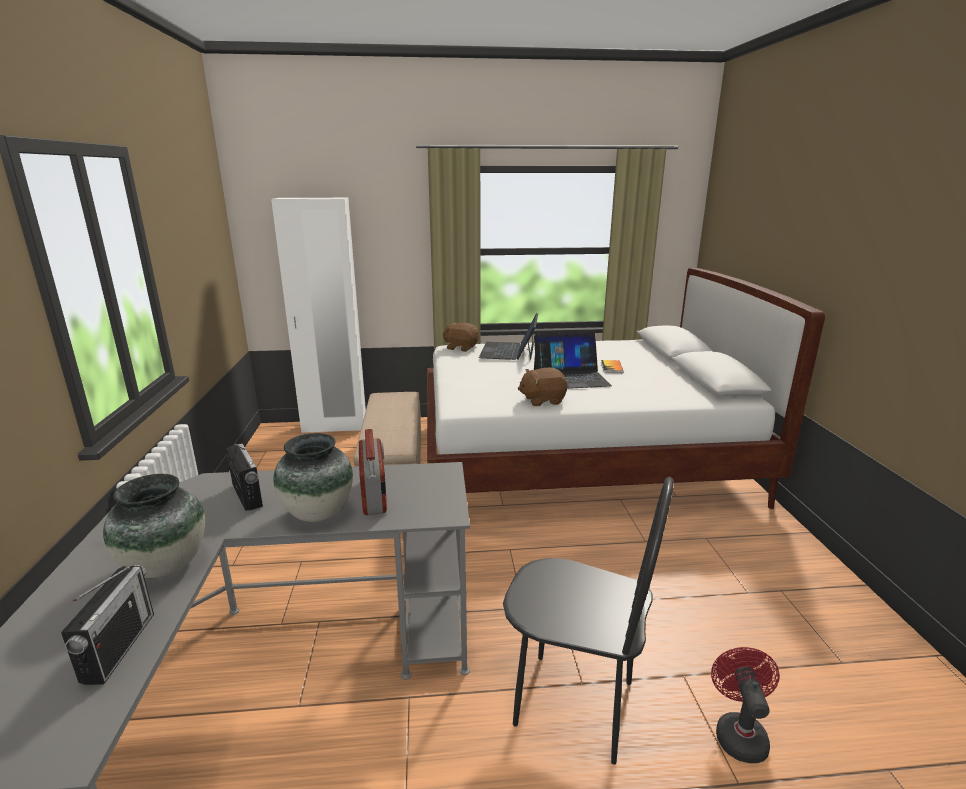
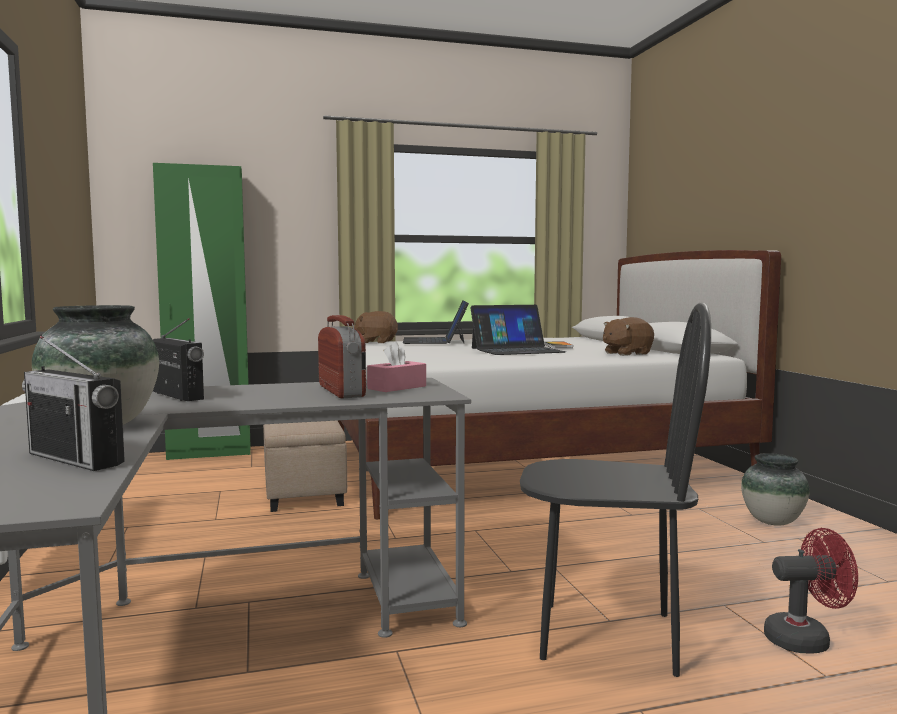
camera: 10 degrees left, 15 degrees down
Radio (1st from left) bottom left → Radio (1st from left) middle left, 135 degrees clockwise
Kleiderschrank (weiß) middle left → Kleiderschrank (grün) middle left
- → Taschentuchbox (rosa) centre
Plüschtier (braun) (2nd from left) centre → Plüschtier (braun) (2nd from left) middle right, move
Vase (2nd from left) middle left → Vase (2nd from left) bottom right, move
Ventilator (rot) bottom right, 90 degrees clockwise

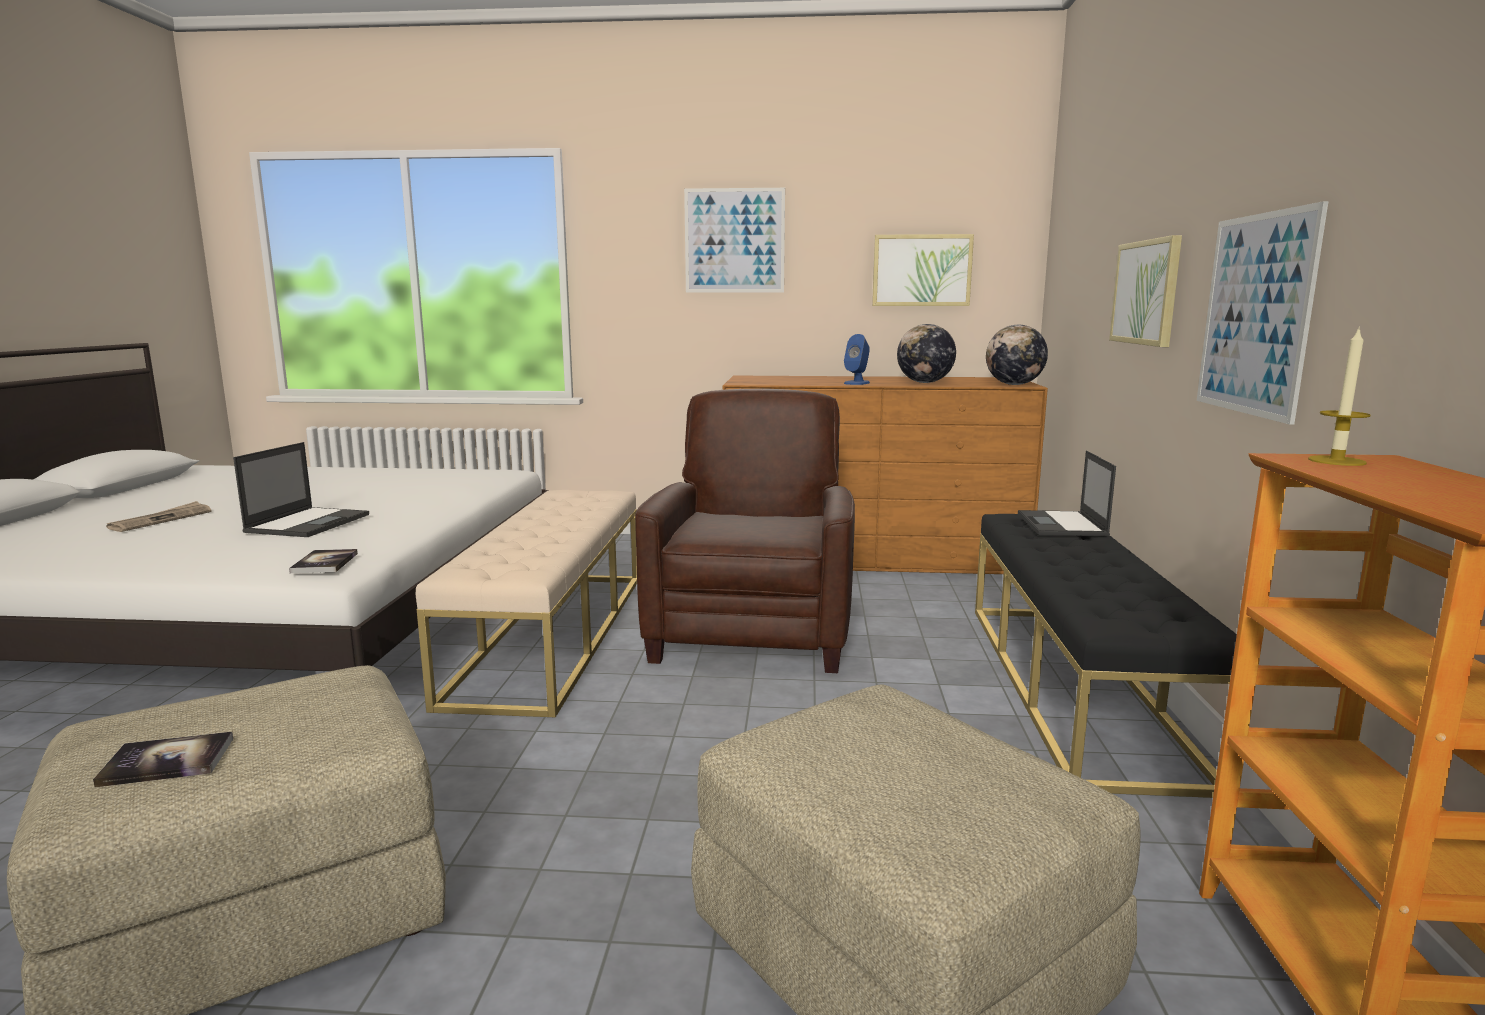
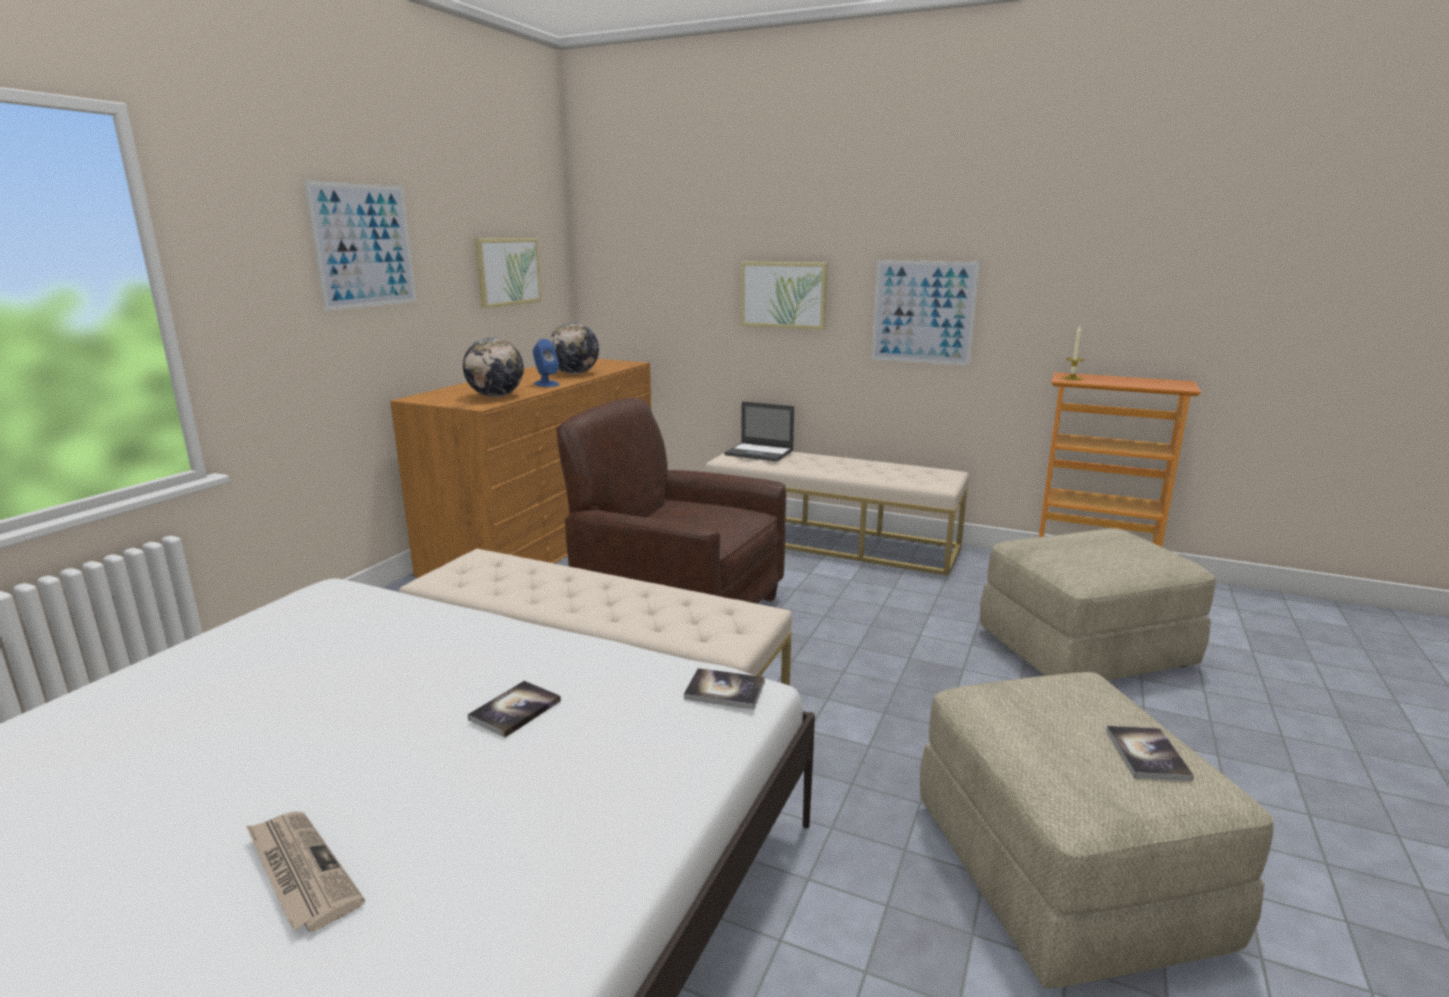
camera: 70 degrees left, 5 degrees up
Globus (2nd from left in the first image) middle right → Globus (1st from left) centre, move
Laptop (1st from left) middle left → Buch (1st from left) bottom centre
Bank (schwarz) middle right → Bank (beige) (2nd from left) centre

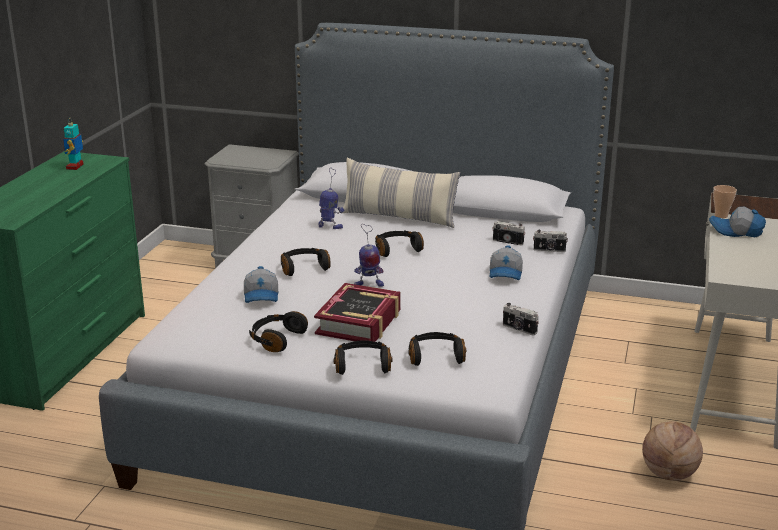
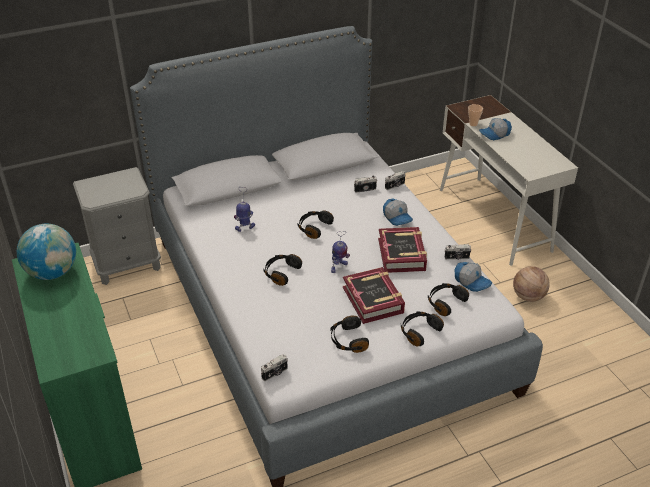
camera: 40 degrees left, 15 degrees up
Spielzeugroboter (1st from left) top left → Globus middle left
- → Kamera (1st from left) bottom centre
- → Buch (2nd from left) centre
Kappe (1st from left in the first image) centre → Kappe (2nd from left) middle right, move
Kissen centre → -

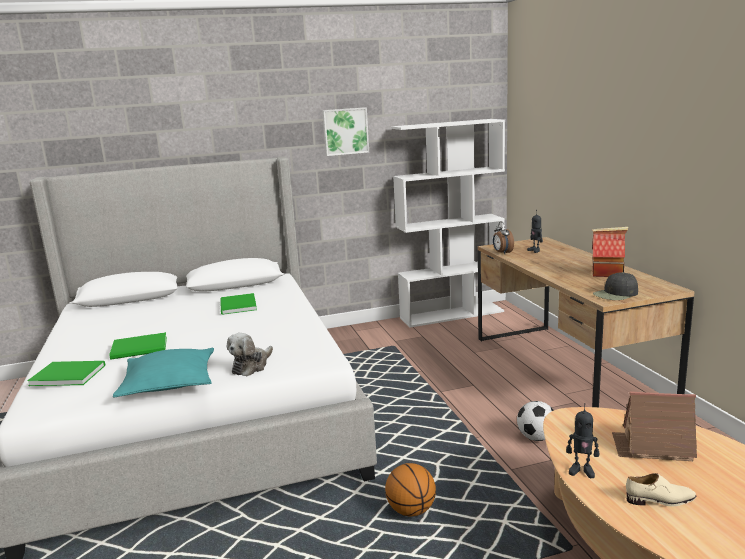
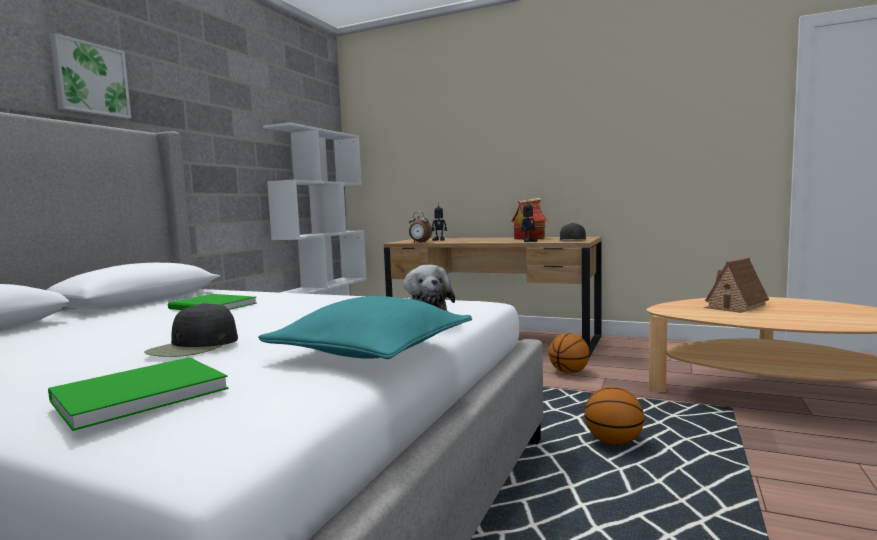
camera: 50 degrees left, 10 degrees down
Bild top centre → Bild top left, move
Buch (grün) (2nd from left) middle left → Kappe (schwarz) (1st from left) middle left
Spielzeugroboter (2nd from left) bottom right → Spielzeugroboter (2nd from left) centre, move
Fußball bottom right → Basketball (1st from left) centre
Schuh (beige) bottom right → -

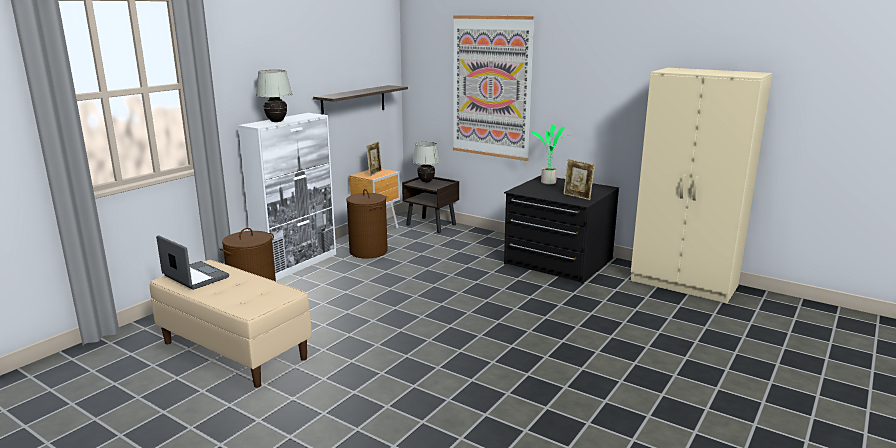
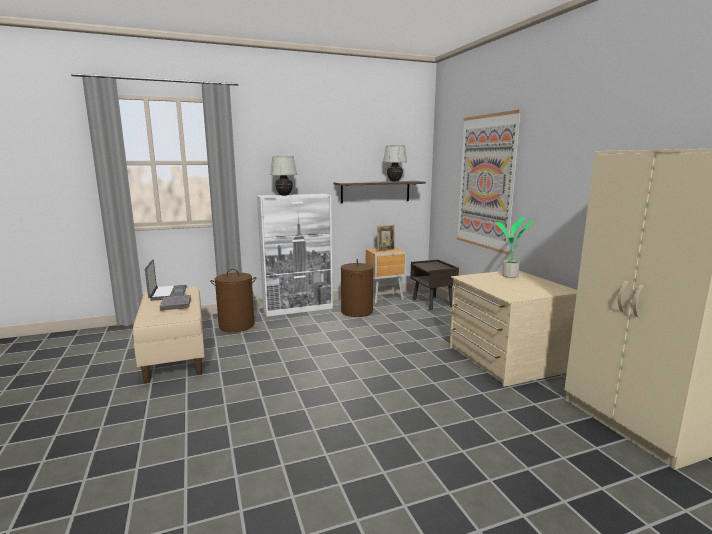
camera: 35 degrees right, 5 degrees down
- → Buch (grau) middle left
Tischlampe (weiß) (2nd from left) centre → Tischlampe (weiß) (2nd from left) top centre, move
Kommode (schwarz) centre → Kommode (beige) middle right
Bilderrahmen (2nd from left) centre → -

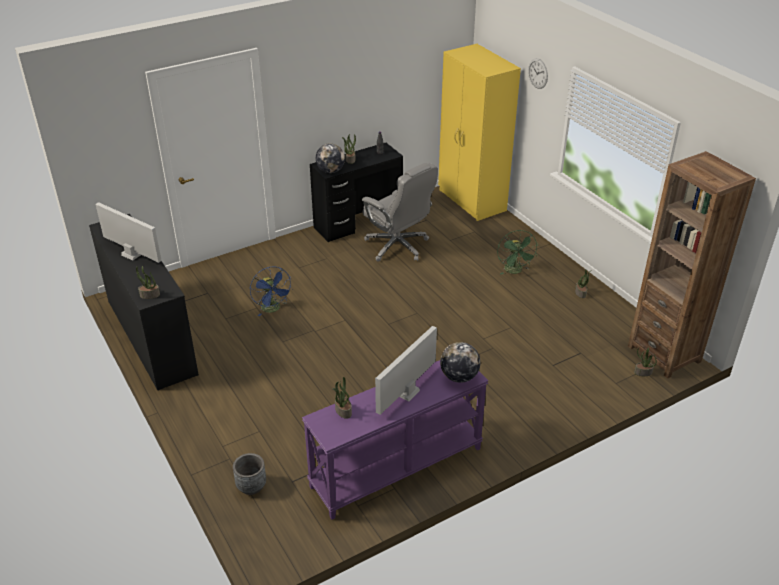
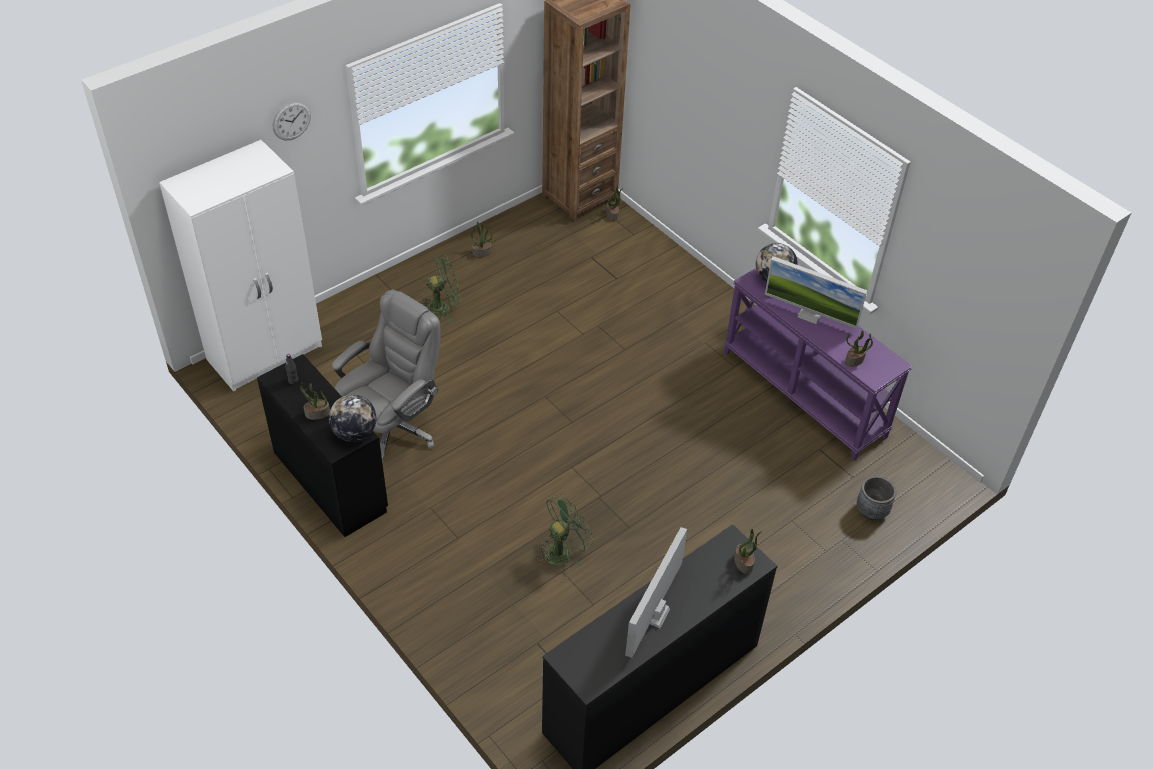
camera: 100 degrees left, 10 degrees up
Kleiderschrank (gelb) top centre → Kleiderschrank (weiß) middle left
Ventilator (blau) centre → Ventilator (grün) (2nd from left) bottom centre

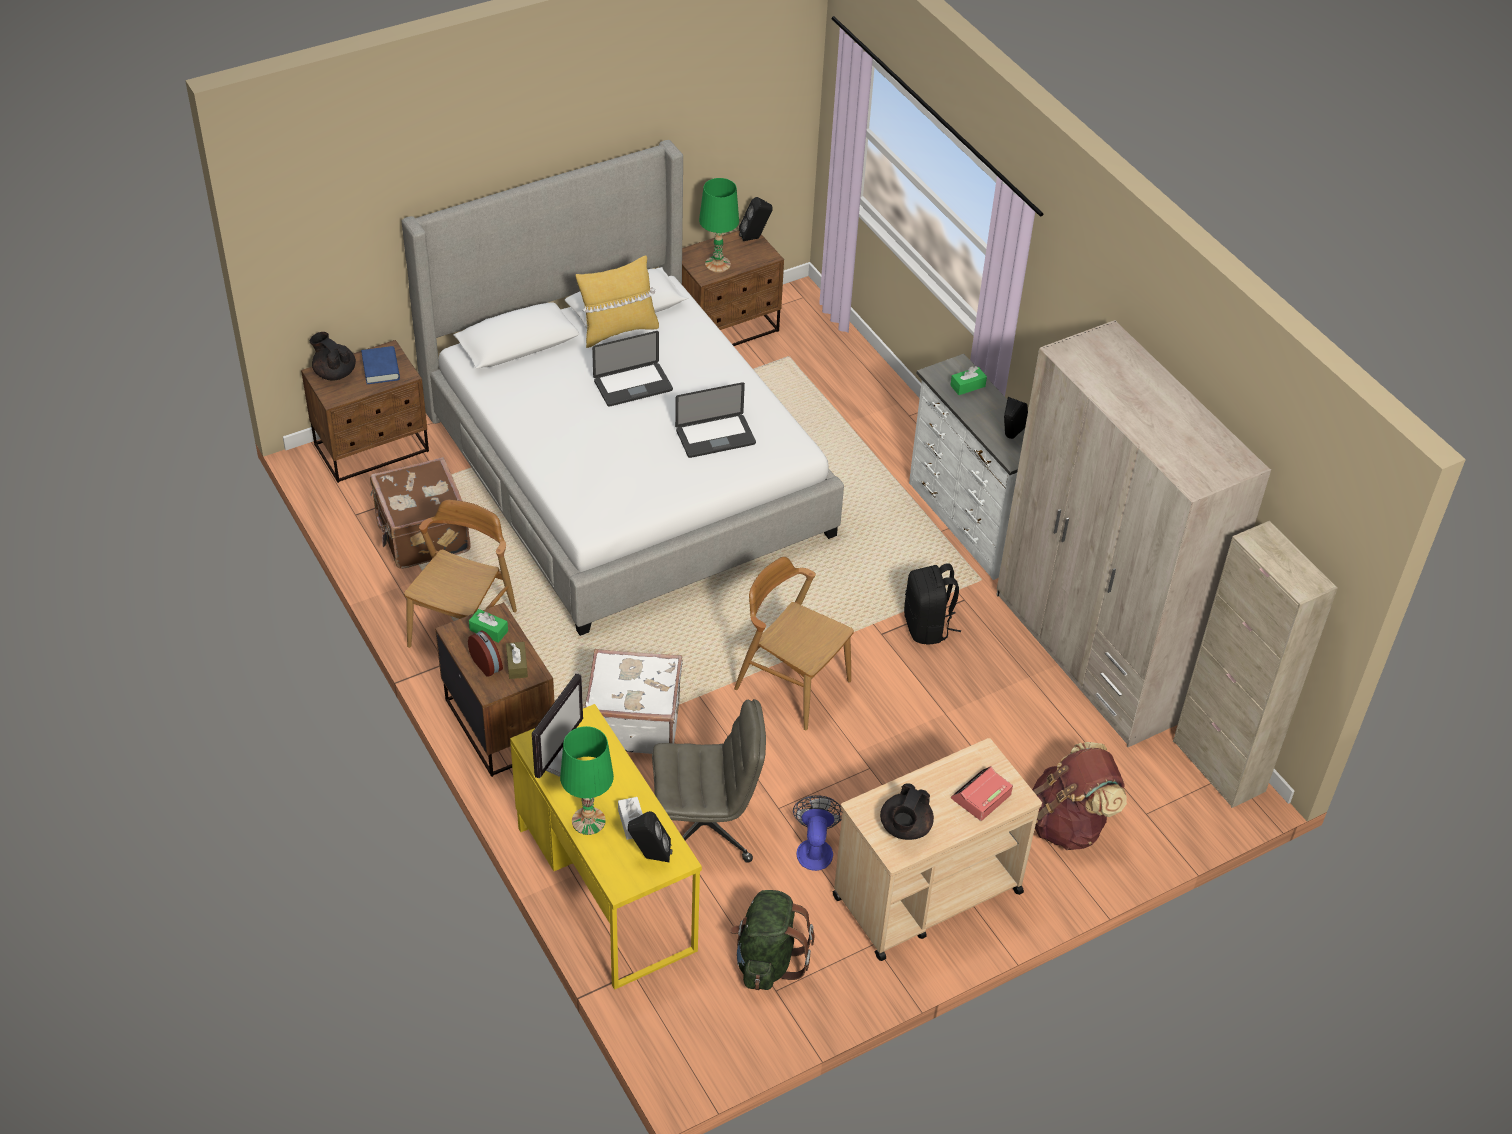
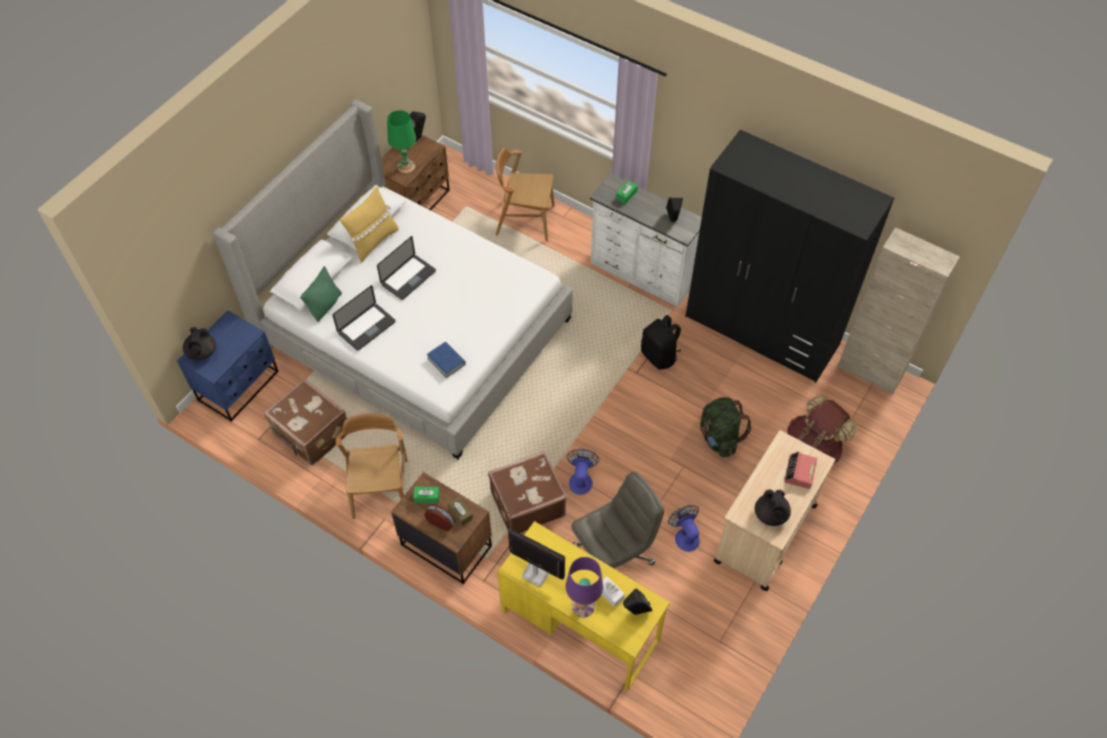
camera: 25 degrees left, 10 degrees up
Nachttisch (braun) (1st from left) middle left → Nachttisch (blau) middle left
Teekanne (schwarz) (1st from left) top left → Teekanne (schwarz) (1st from left) middle left, 105 degrees counterclockwise
- → Kissen (grün) middle left
Laptop (2nd from left in the first image) centre → Laptop (1st from left) middle left, move
Buch (blau) top left → Buch (blau) centre, move
Koffer (weiß) centre → Koffer (braun) (2nd from left) bottom centre
Stuhl (braun) (2nd from left) centre → Stuhl (braun) (2nd from left) top centre, move
Monitor centre → Monitor bottom centre, 60 degrees counterclockwise
- → Ventilator (1st from left) centre
Tischlampe (grün) (1st from left) bottom centre → Tischlampe (lila) bottom centre
Kleiderschrank (beige) middle right → Kleiderschrank (schwarz) middle right
Rucksack (grün) bottom centre → Rucksack (grün) centre, move

